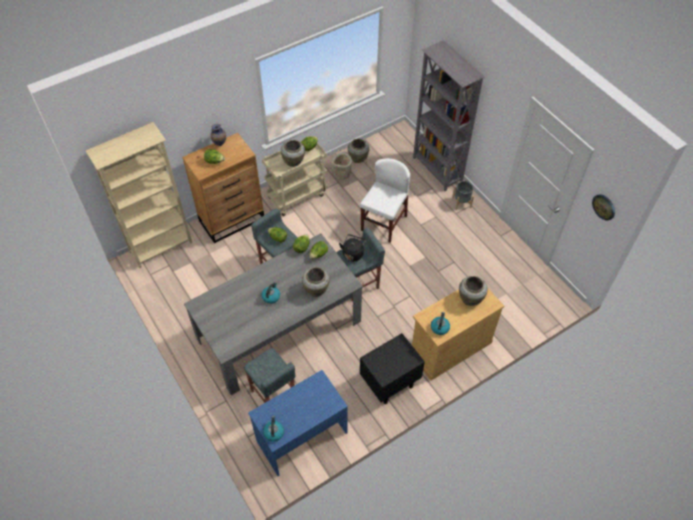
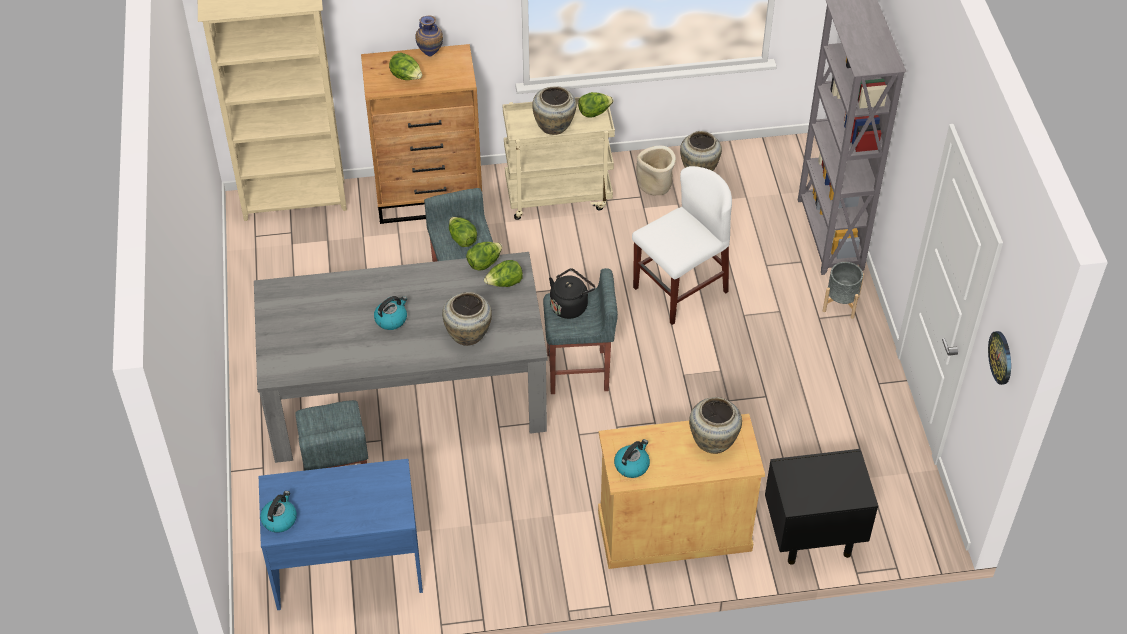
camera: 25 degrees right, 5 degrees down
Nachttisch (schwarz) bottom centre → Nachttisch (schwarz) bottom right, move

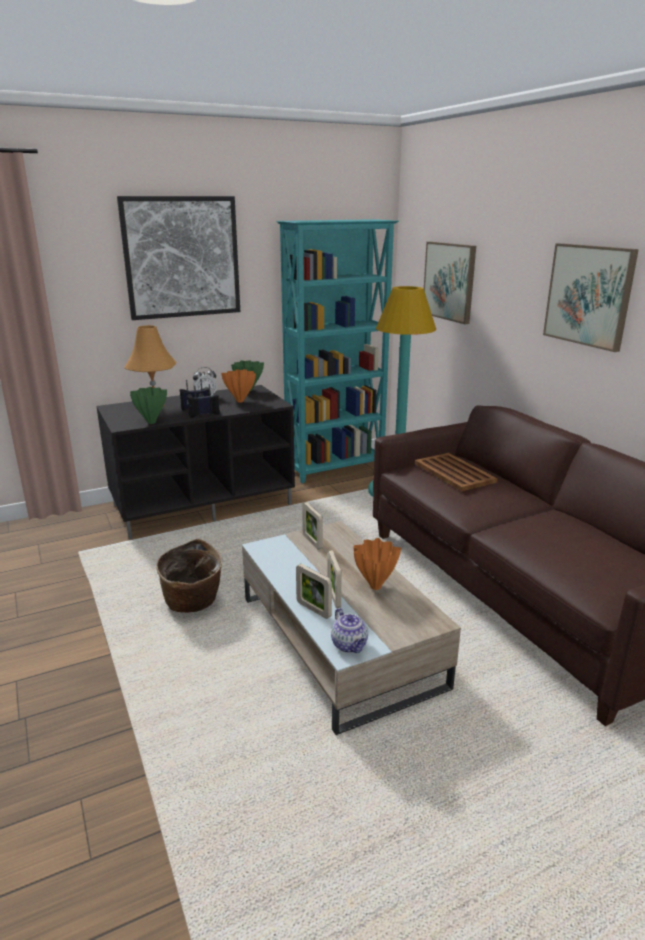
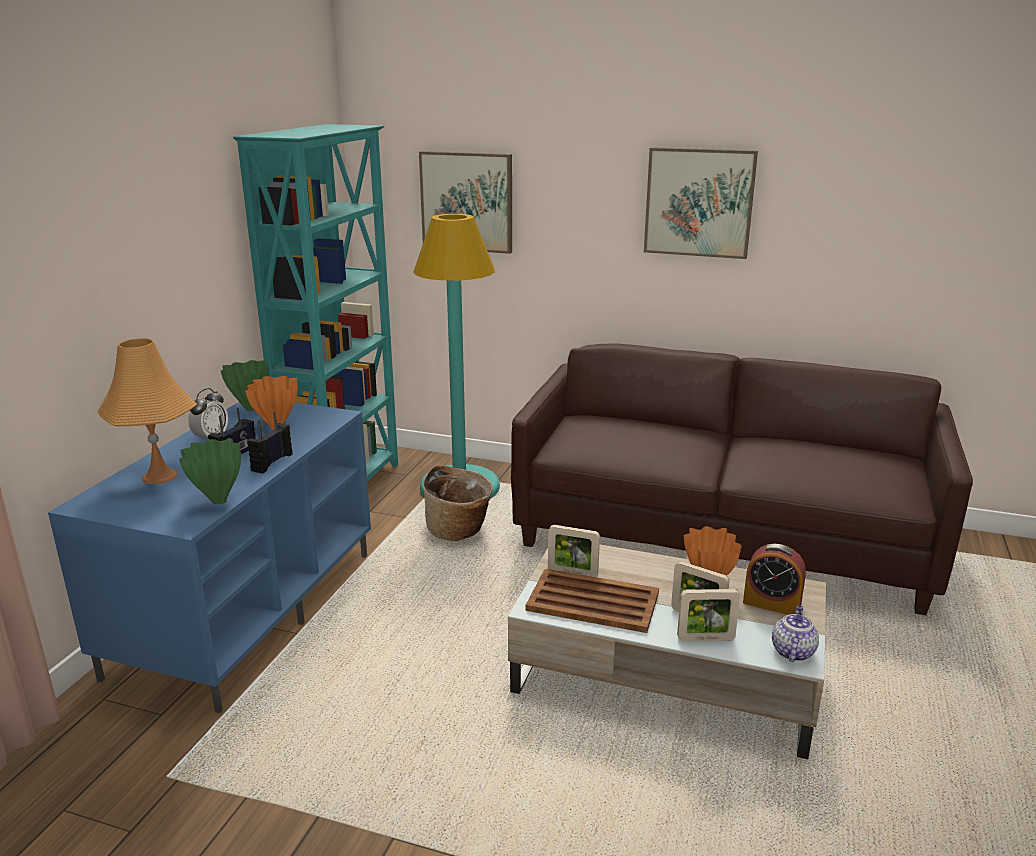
camera: 45 degrees left, 0 degrees up
Fernsehschrank (schwarz) middle left → Fernsehschrank (blau) middle left
Korb middle left → Korb centre, move
Tablett (braun) middle right → Tablett (braun) bottom centre, move
- → Wecker (2nd from left) bottom right
Teekanne bottom centre → Teekanne bottom right, 90 degrees counterclockwise
Bild (1st from left) top left → -

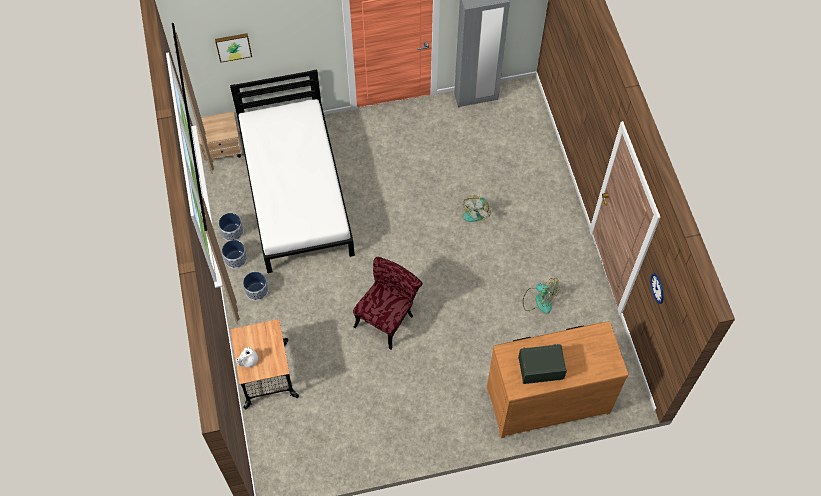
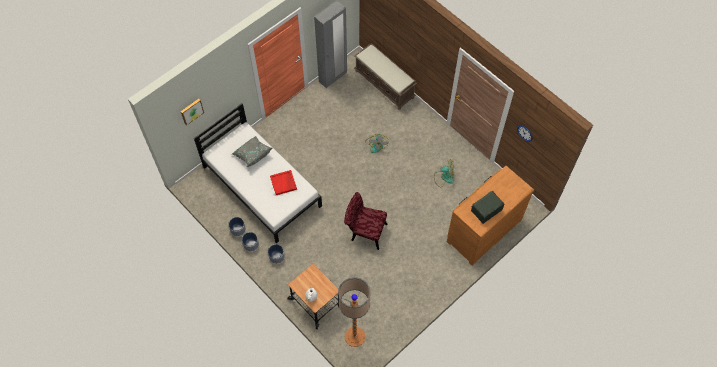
camera: 30 degrees left, 0 degrees up
- → Kissen (grau) centre
- → Tablett (rot) centre
- → Stehlampe bottom centre
Stuhl (rot) centre, 75 degrees counterclockwise
- → Bank (braun) top centre
Nachttisch (beige) top left → -

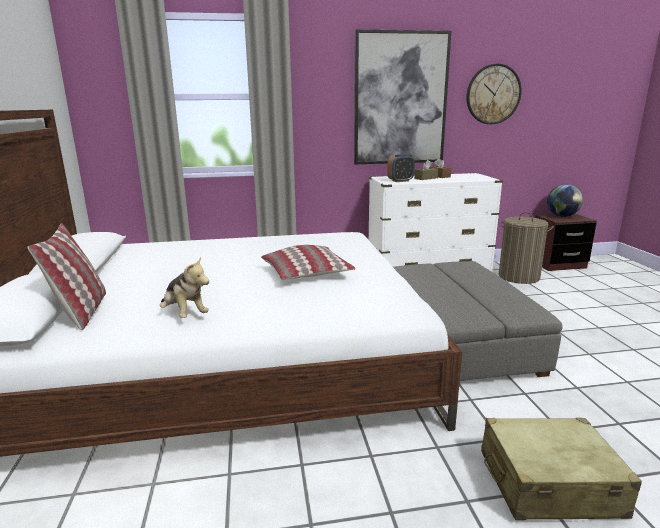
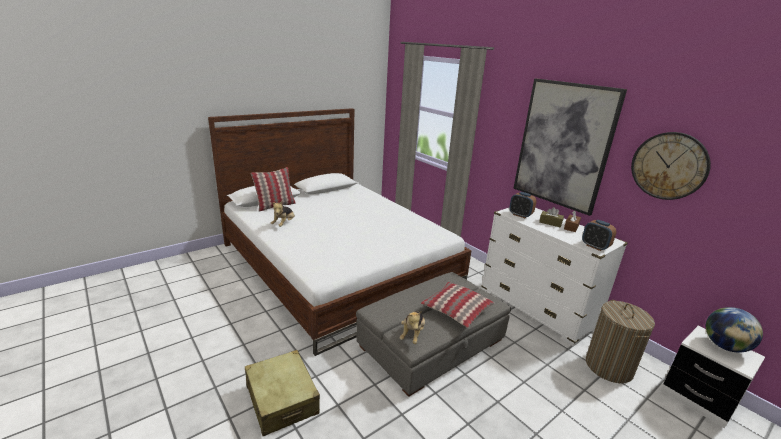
camera: 60 degrees right, 5 degrees up
- → Plüschtier (2nd from left) bottom centre
Kissen (2nd from left) centre → Kissen (2nd from left) bottom centre, move
- → Wecker (2nd from left) middle right
Nachttisch (braun) middle right → Nachttisch (weiß) bottom right

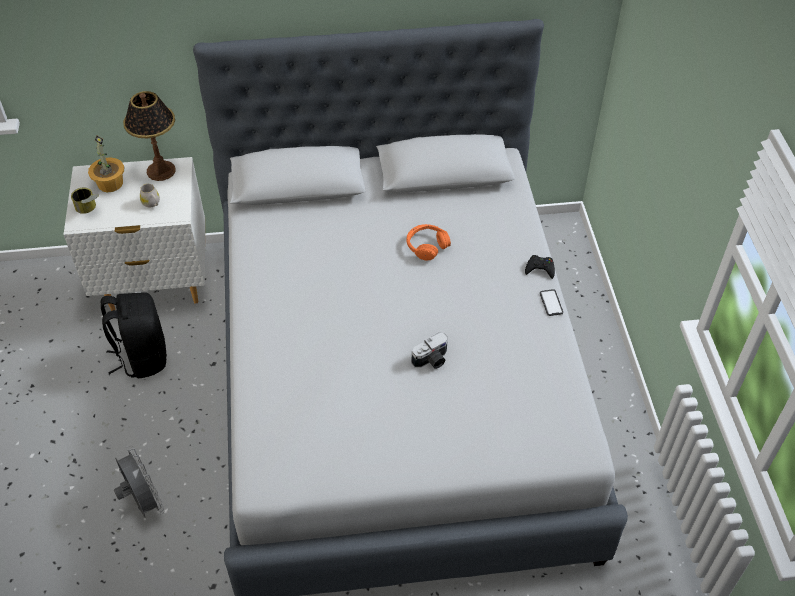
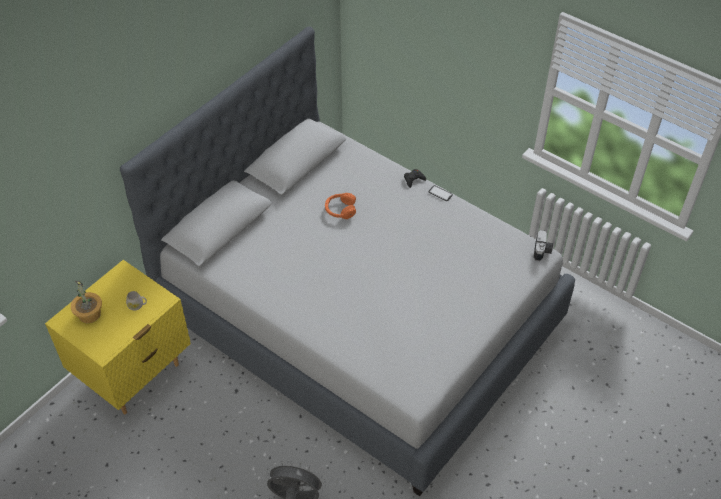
camera: 45 degrees left, 0 degrees up
Nachttisch (weiß) middle left → Nachttisch (gelb) bottom left
Kamera centre → Kamera middle right, move
Dose middle left → -
Rucksack (schwarz) middle left → -
Tischlampe top left → -

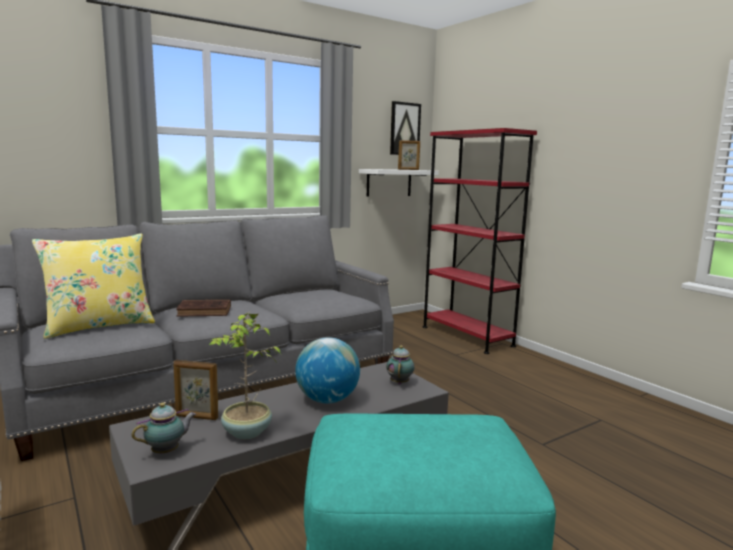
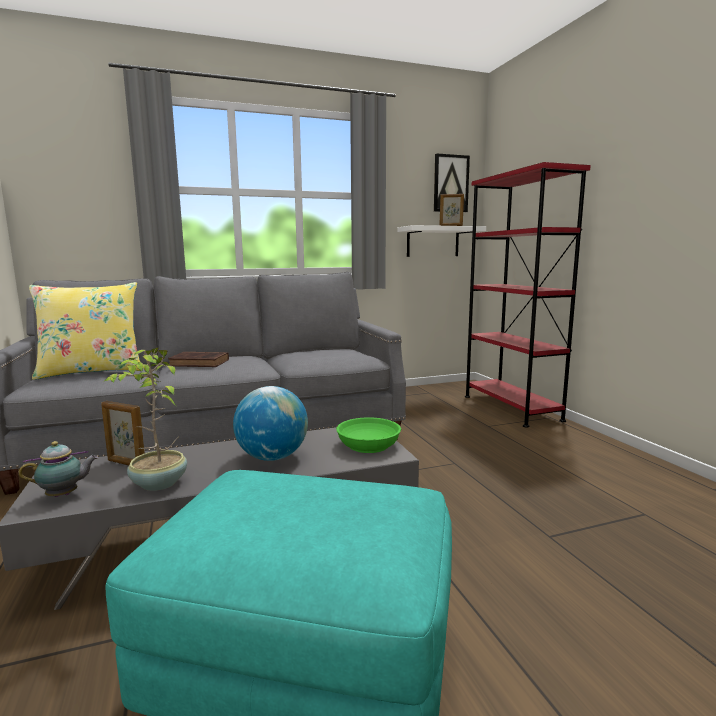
camera: 15 degrees right, 0 degrees up
Teekanne (2nd from left) centre → Schüssel (grün) centre

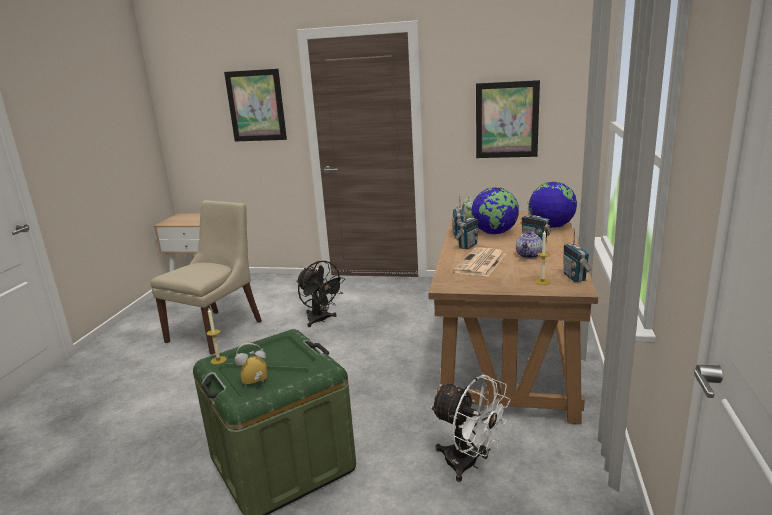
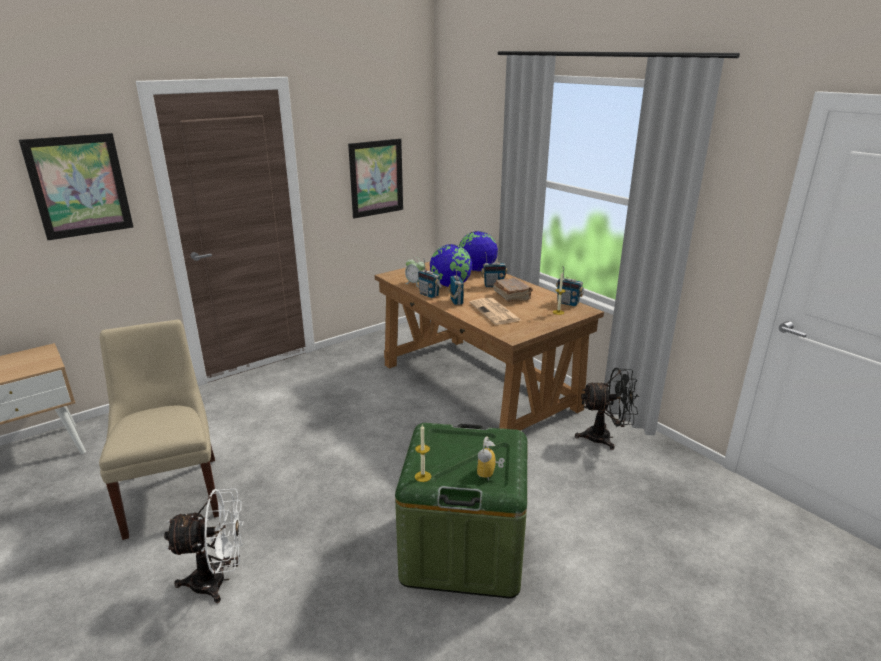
camera: 50 degrees left, 5 degrees up
Ventilator (weiß) bottom centre → Ventilator (weiß) bottom left, move
Teekanne middle right → Buch (braun) centre
Ventilator (schwarz) centre → Ventilator (schwarz) middle right, move

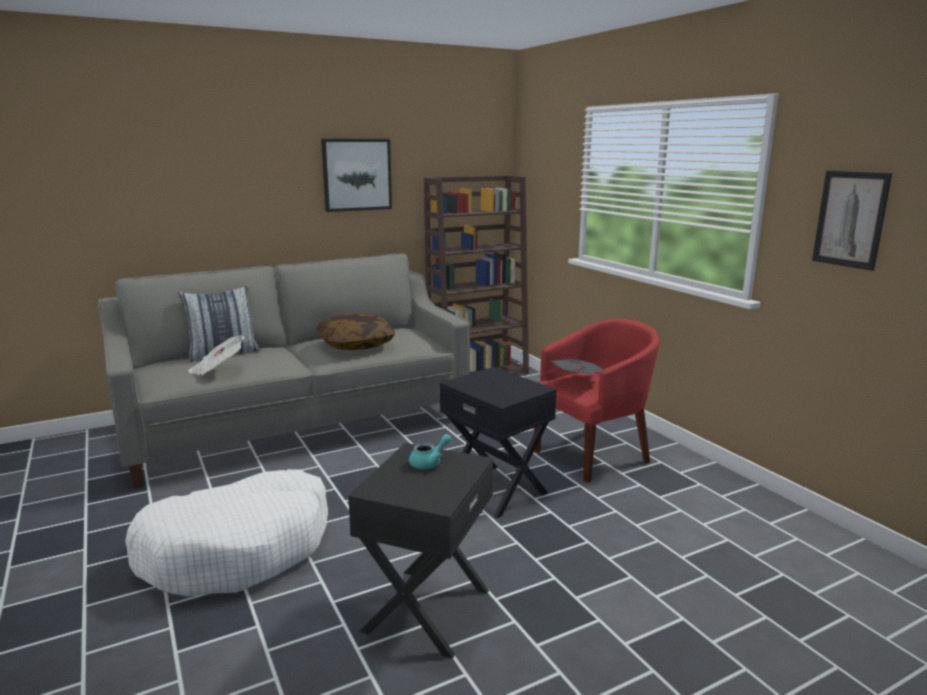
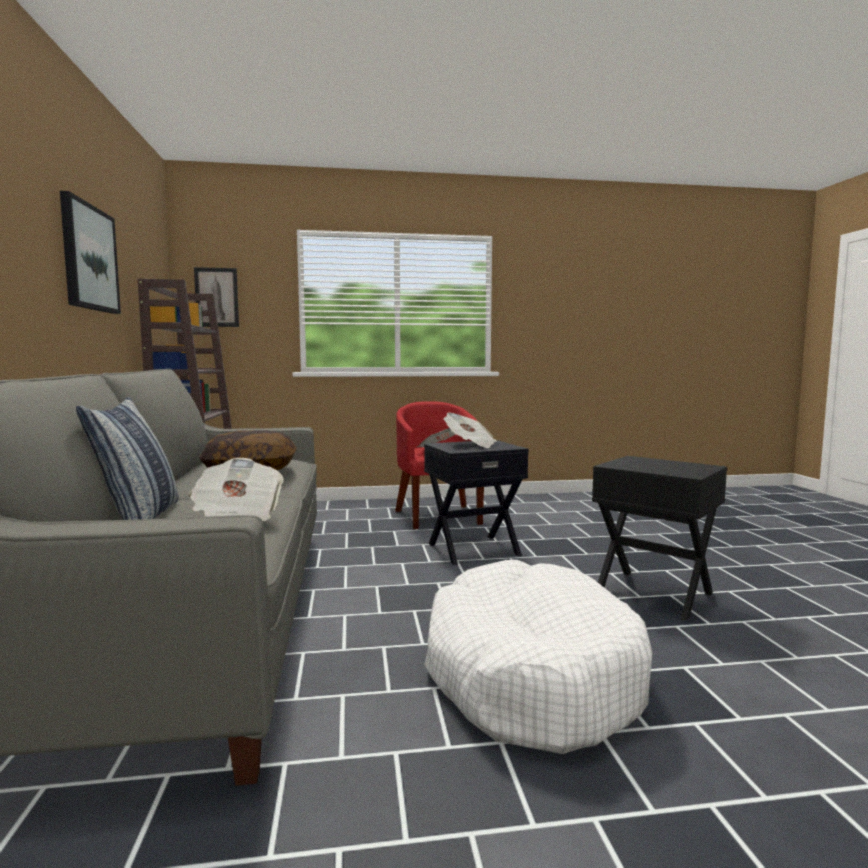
camera: 70 degrees left, 10 degrees down
Bild (2nd from left) top right → Bild (2nd from left) middle left, move
- → Zeitung (3rd from left) centre
Teekanne (türkis) centre → -

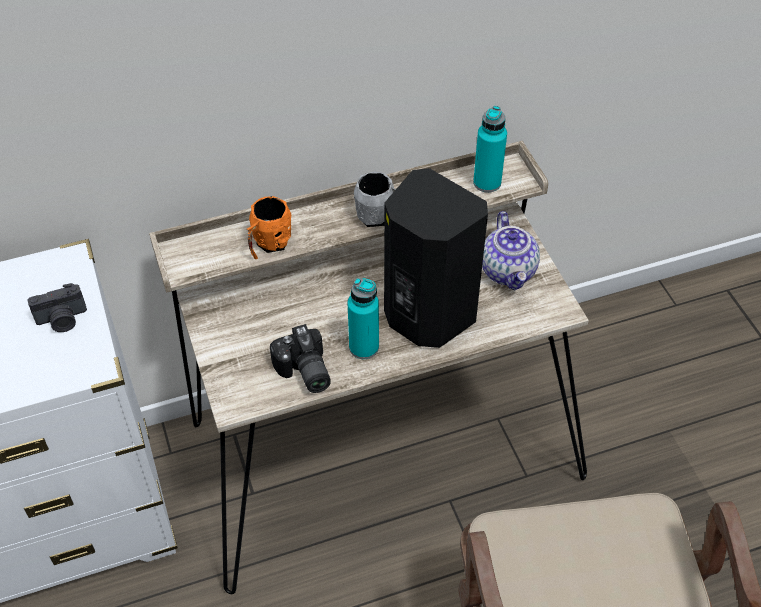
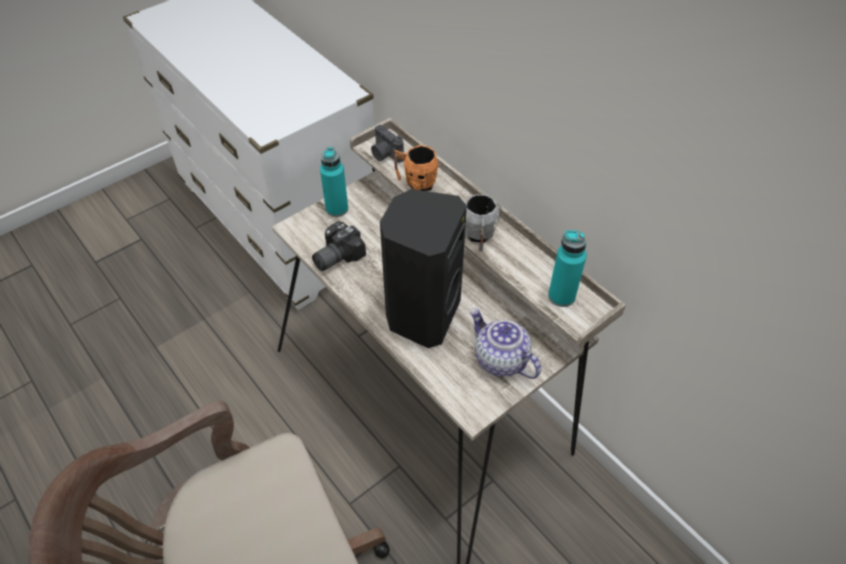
camera: 70 degrees right, 0 degrees up
Flasche (türkis) (1st from left) centre → Flasche (türkis) (1st from left) top centre, move
Kamera (1st from left in the first image) middle left → Kamera (2nd from left) top centre, move
Teekanne middle right → Teekanne centre, 75 degrees clockwise

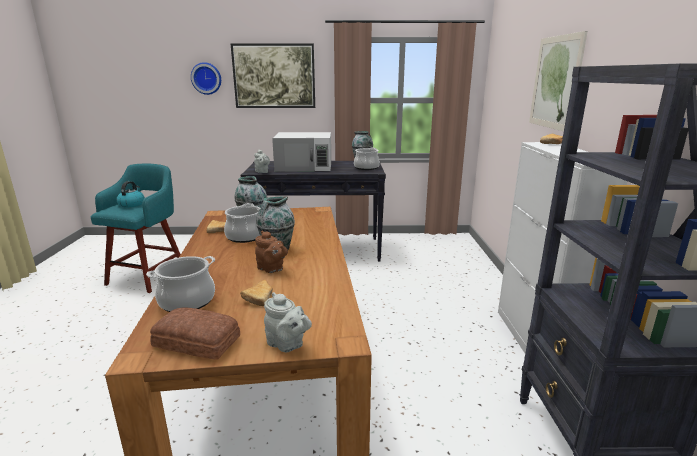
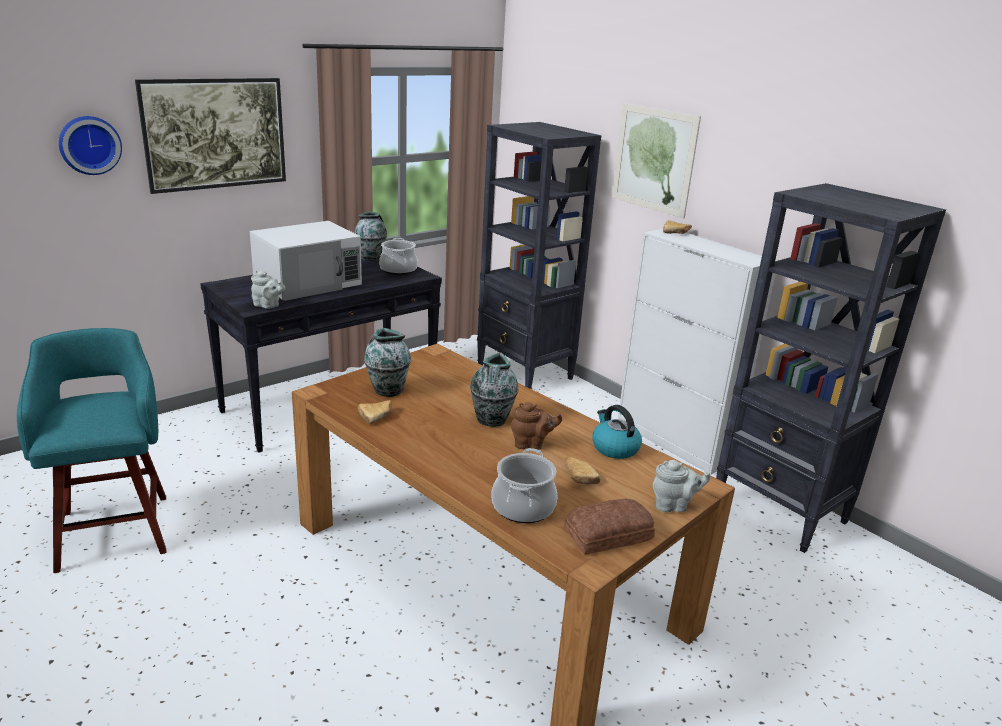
camera: 40 degrees left, 5 degrees up
- → Bücherregal (schwarz) (1st from left) centre
Wasserkessel middle left → Wasserkessel centre, move
Kochtopf (2nd from left) centre → -

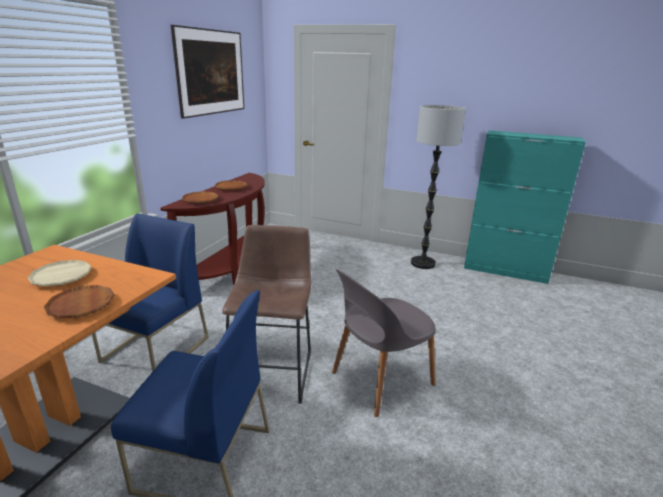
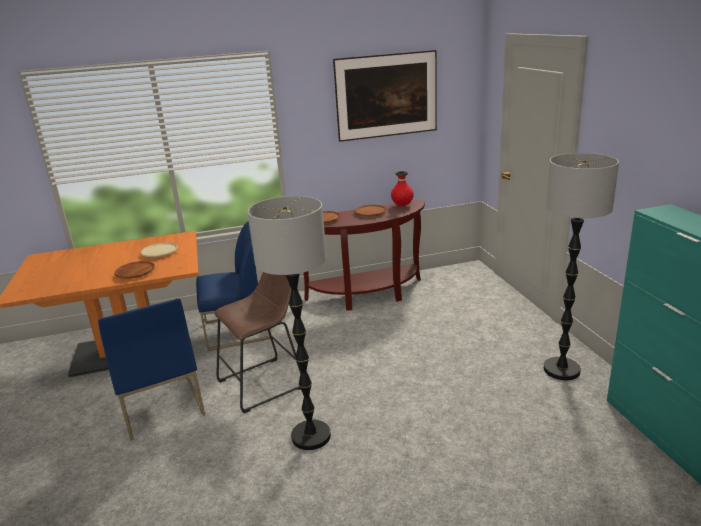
camera: 55 degrees right, 0 degrees up
Stuhl (grau) bottom centre → Stehlampe (1st from left) centre
- → Vase (rot) centre

